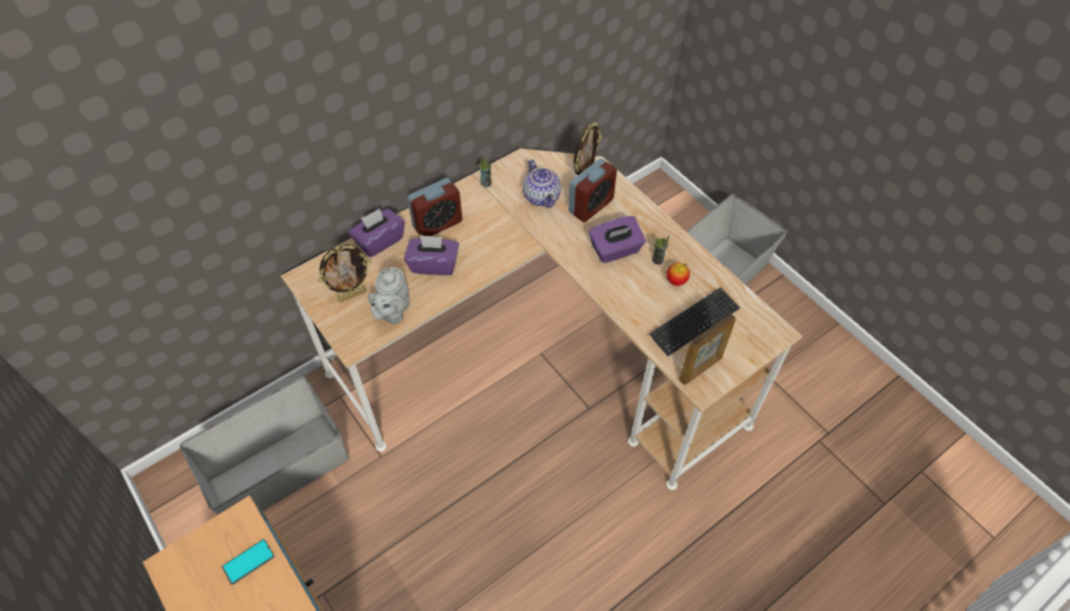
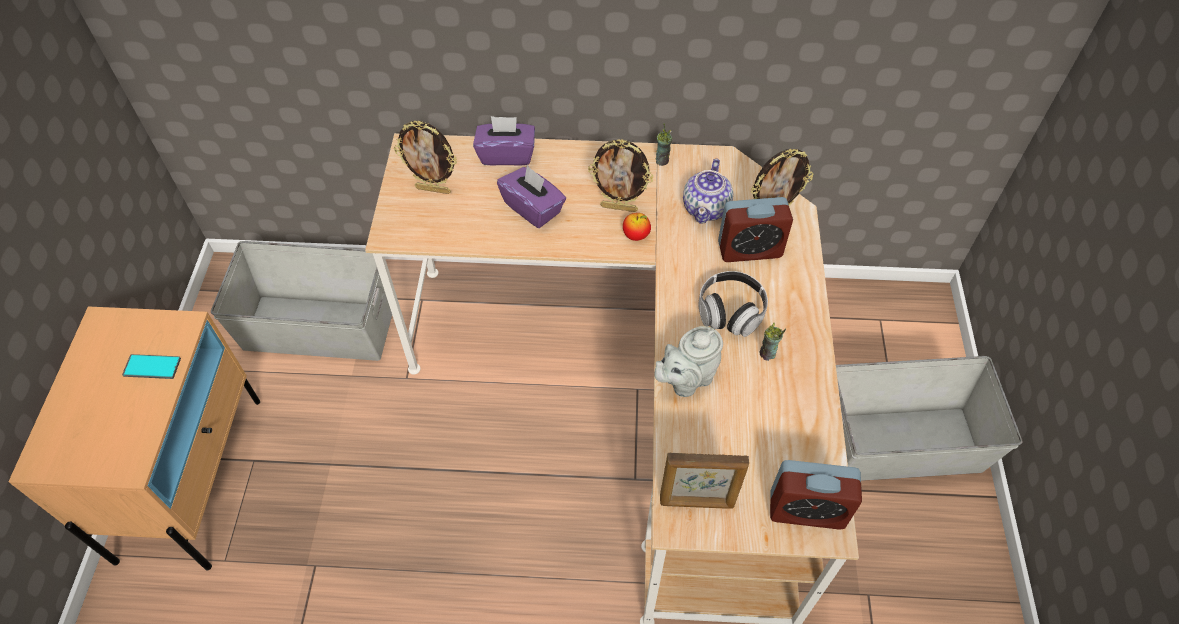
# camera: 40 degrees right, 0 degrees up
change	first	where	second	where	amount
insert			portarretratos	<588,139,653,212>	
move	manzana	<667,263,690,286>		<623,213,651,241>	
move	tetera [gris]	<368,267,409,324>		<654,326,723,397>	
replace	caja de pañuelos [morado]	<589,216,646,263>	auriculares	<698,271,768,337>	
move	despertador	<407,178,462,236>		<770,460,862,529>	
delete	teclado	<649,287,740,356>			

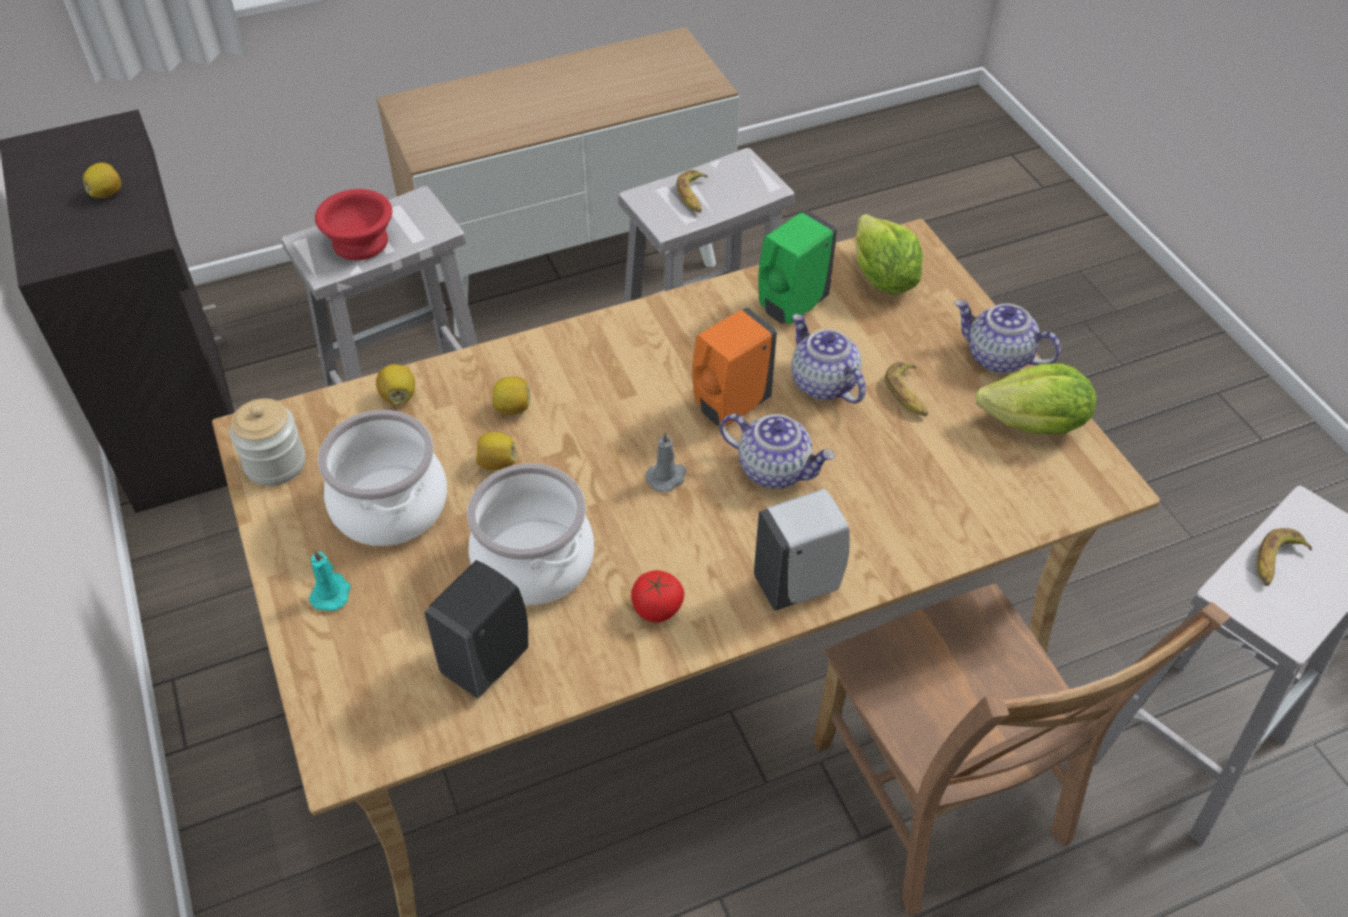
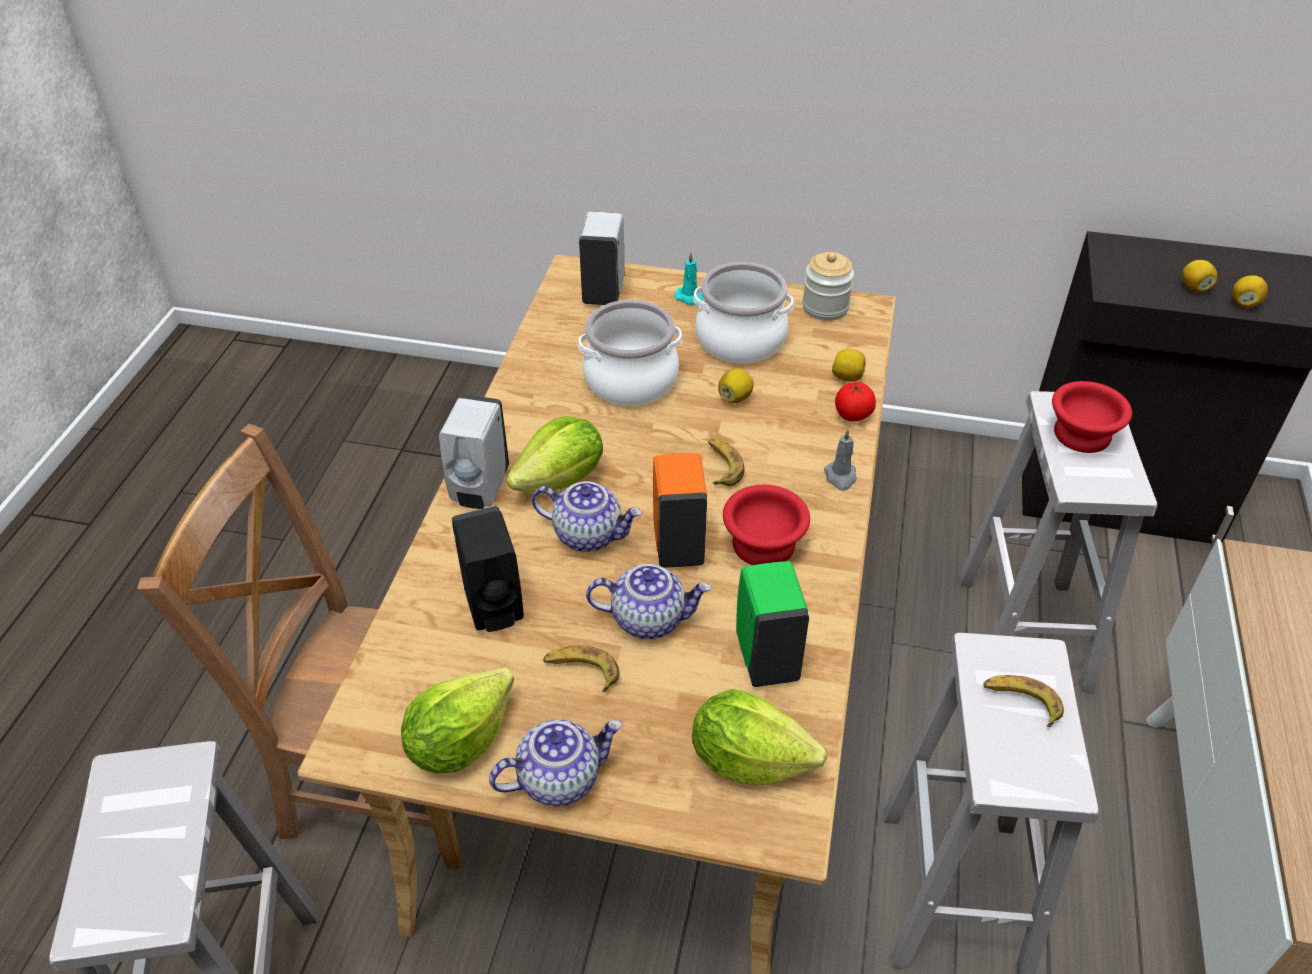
# camera: 125 degrees right, 5 degrees down
change	first	where	second	where	amount
move	dispensador de jabón [negro]	<424,560,528,698>		<452,506,524,632>	
insert			lechuga	<506,416,603,493>	
rotate	tetera	<720,414,835,489>		<532,481,642,552>	135 degrees counterclockwise
insert			dispensador de jabón [blanco]	<579,212,624,305>	
move	plátano	<1257,528,1312,586>		<708,439,745,486>	
insert			cuenco [rojo]	<723,485,810,565>	
move	vela [gris]	<646,431,687,492>		<824,429,857,491>	
move	tomate	<631,570,685,622>		<835,382,876,421>	
move	limón	<492,376,530,414>		<1232,275,1268,308>	

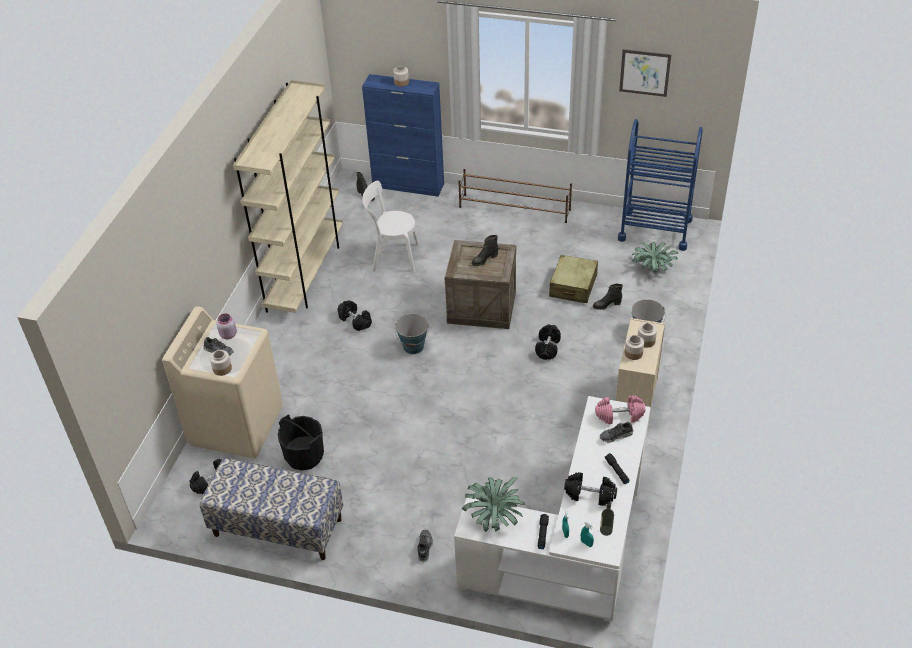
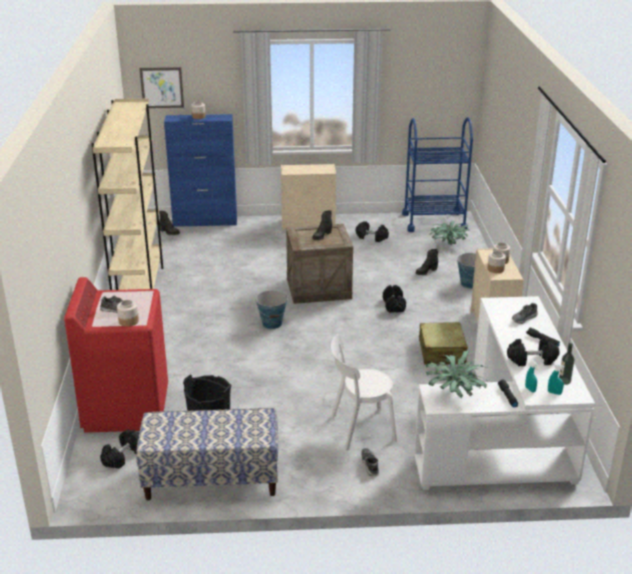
# camera: 20 degrees left, 15 degrees down
change	first	where	second	where	amount
recolor	lavadora [beis]	<162,306,283,458>	lavadora [rojo]	<64,277,168,433>	
move	cuadro	<619,49,671,97>		<139,67,184,108>	
replace	zapatero [marrón]	<458,169,572,223>	cómoda [beis]	<281,164,336,230>	
move	silla [blanco]	<362,181,419,273>		<331,334,397,450>	
move	mancuerna [negro]	<338,300,372,331>		<356,221,389,242>	
move	maleta [beis]	<549,255,598,303>		<419,322,467,364>	
delete	tarro [rosa]	<216,314,237,339>			
delete	mancuerna [rosa]	<595,396,645,424>			

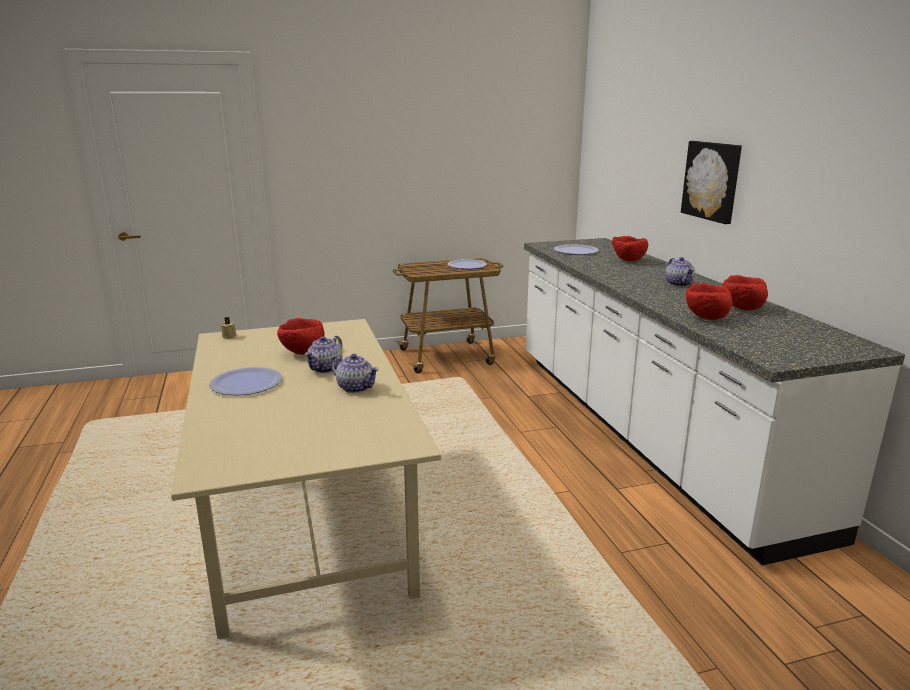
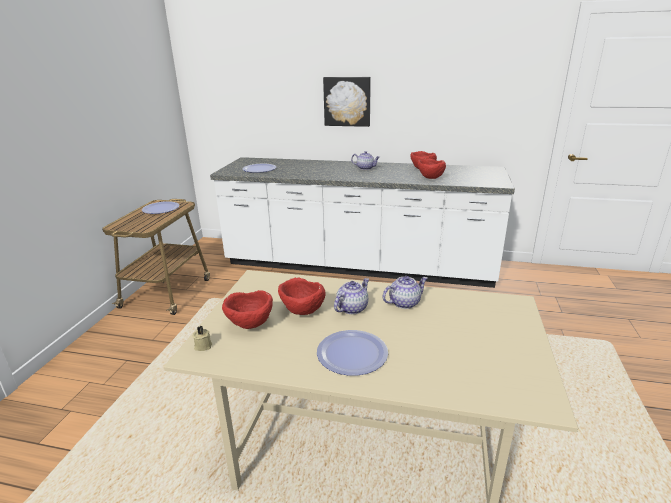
# camera: 60 degrees left, 5 degrees up
change	first	where	second	where	amount
move	cuenco [rojo]	<612,236,648,261>		<222,290,273,329>	
rotate	tetera	<305,336,342,373>		<334,278,369,314>	105 degrees counterclockwise

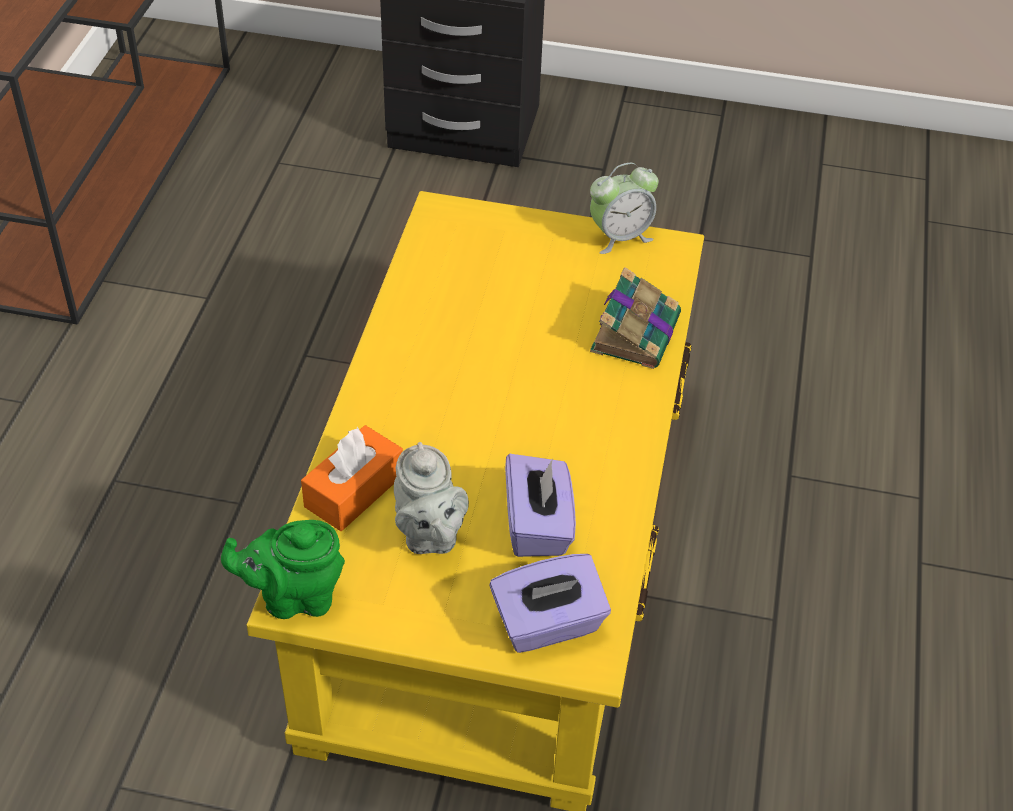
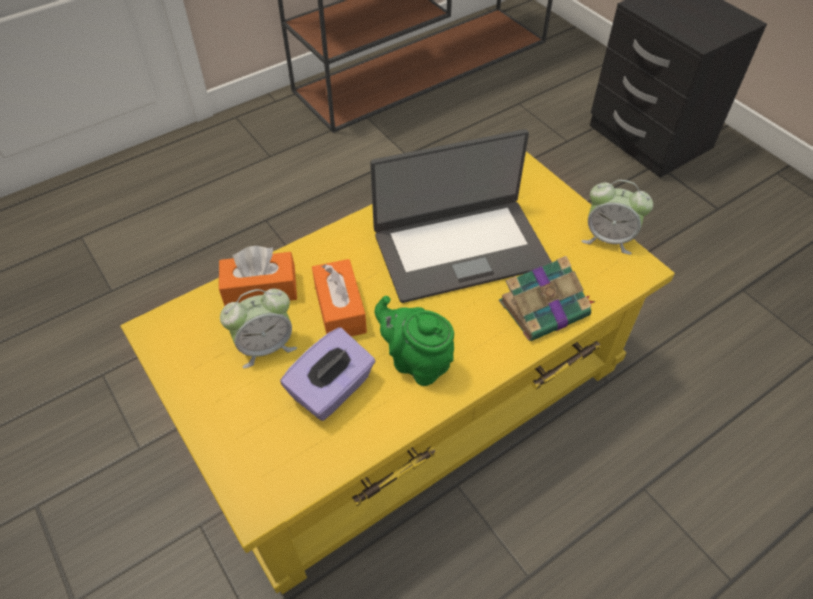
# camera: 45 degrees right, 5 degrees up
change	first	where	second	where	amount
replace	tetera [gris]	<394,442,469,554>	despertador	<220,289,297,368>	
insert			caja de pañuelos [naranja]	<312,259,367,336>	
insert			portátil	<370,129,552,303>	
move	tetera [verde]	<221,520,345,619>		<374,296,454,386>	
delete	caja de pañuelos [morado]	<489,554,611,653>			

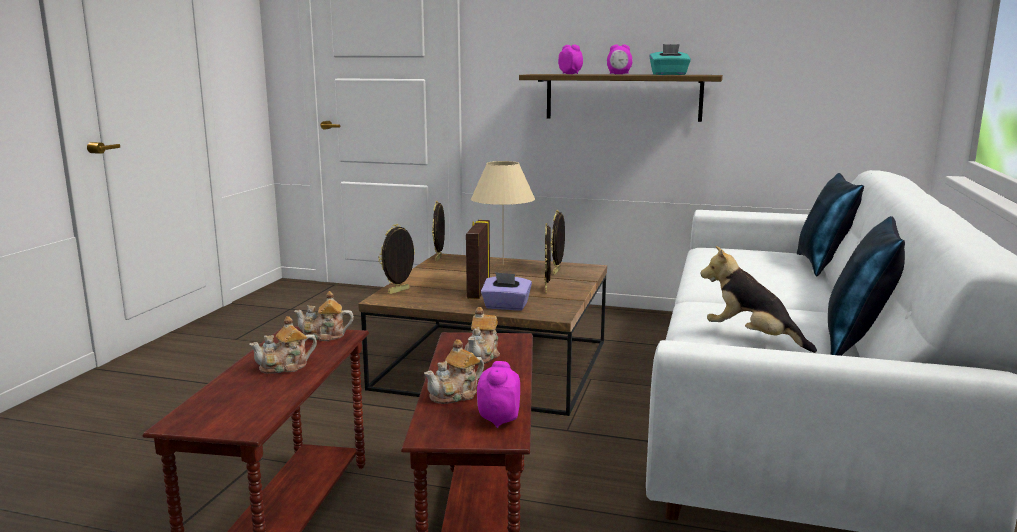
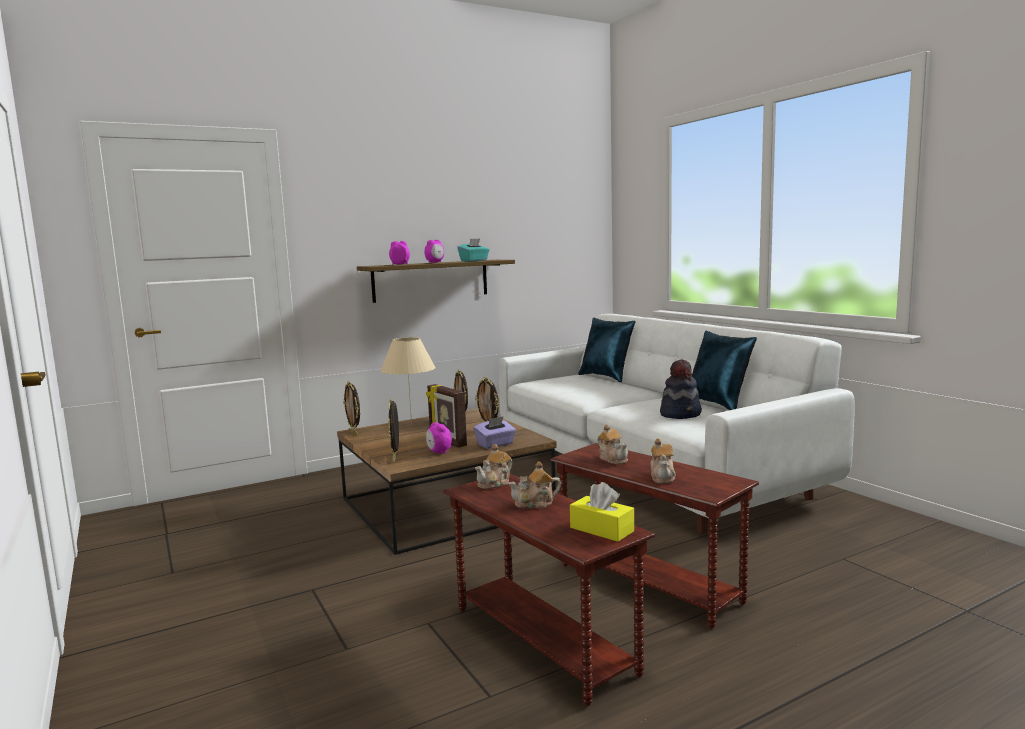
# camera: 45 degrees left, 5 degrees down
change	first	where	second	where	amount
move	despertador	<477,361,520,428>		<426,422,452,454>	
rotate	tetera	<249,316,317,374>		<508,461,561,509>	60 degrees clockwise
insert			caja de pañuelos [amarillo]	<570,482,634,542>	
replace	peluche	<701,246,817,353>	sombrero	<660,359,702,419>	

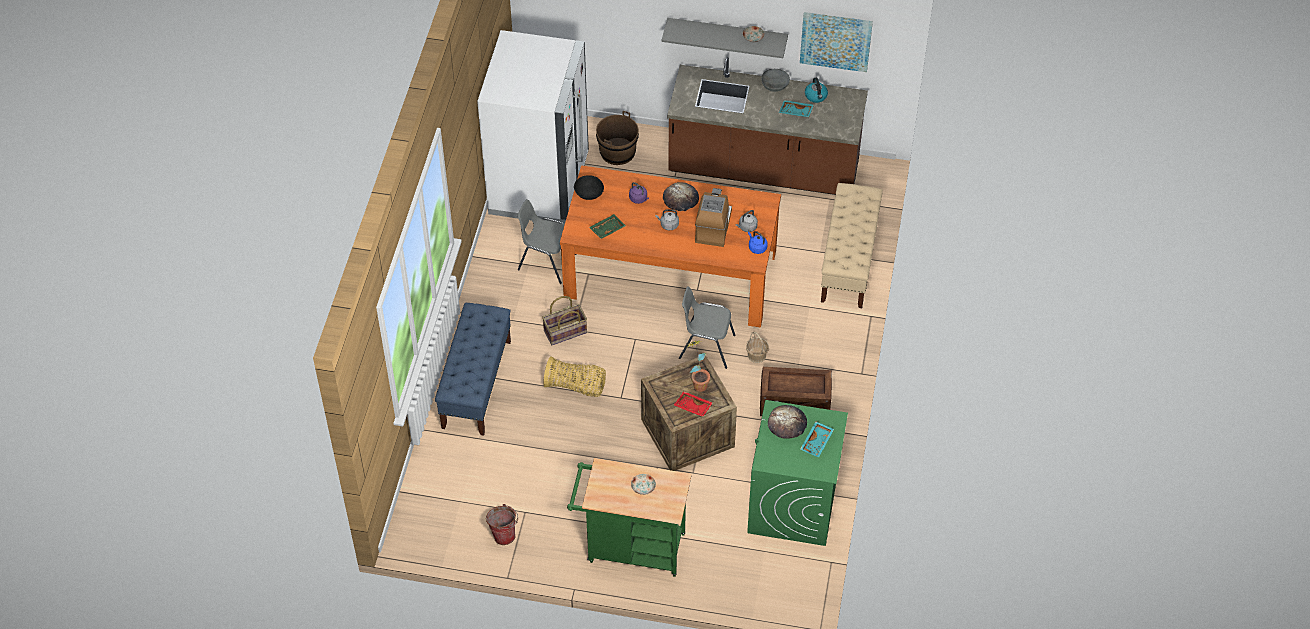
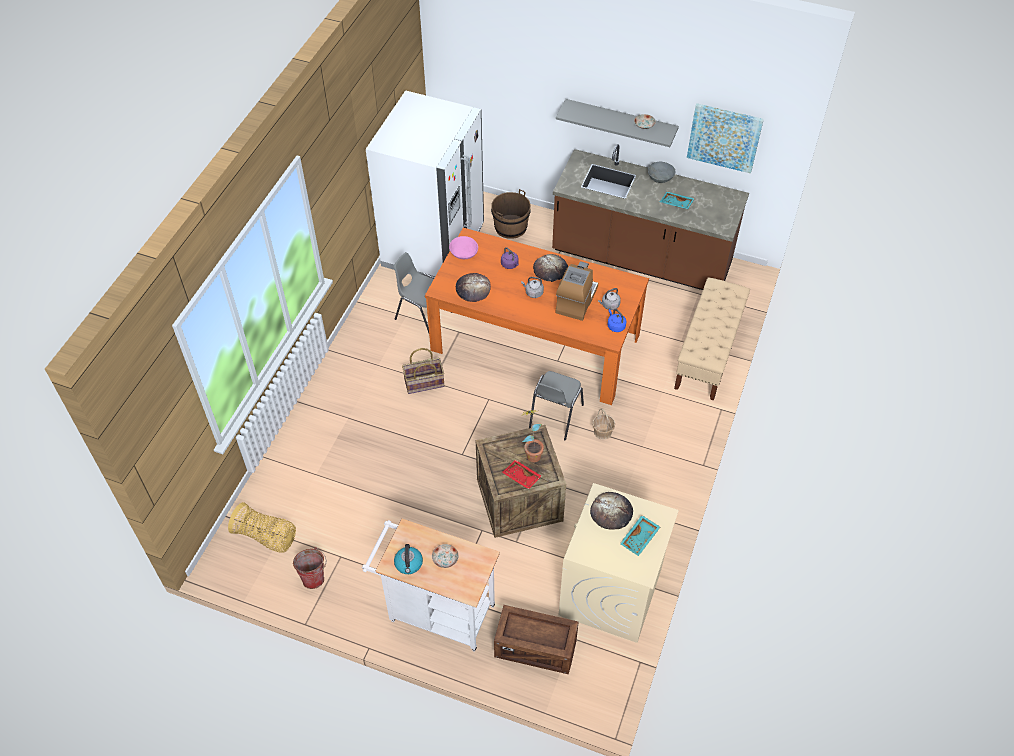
# camera: 10 degrees right, 0 degrees up
change	first	where	second	where	amount
move	cesta	<544,356,606,397>		<228,502,296,553>	
recolor	carrito [verde]	<567,458,692,577>	carrito [blanco]	<362,519,500,652>	
move	hervidor	<805,78,828,103>		<394,544,423,574>	
recolor	cuenco [negro]	<574,175,604,200>	cuenco [rosa]	<449,236,478,259>	
replace	bandeja [verde]	<589,214,626,239>	pan	<456,273,491,302>	
move	caja de embalaje	<760,367,832,416>		<494,605,578,674>	
rotate	silla [gris]	<679,287,735,369>		<529,371,584,441>	90 degrees counterclockwise
recolor	lavadora [verde]	<747,400,848,546>	lavadora [beis]	<559,483,679,643>	
delete	banco [azul]	<435,303,511,436>			

